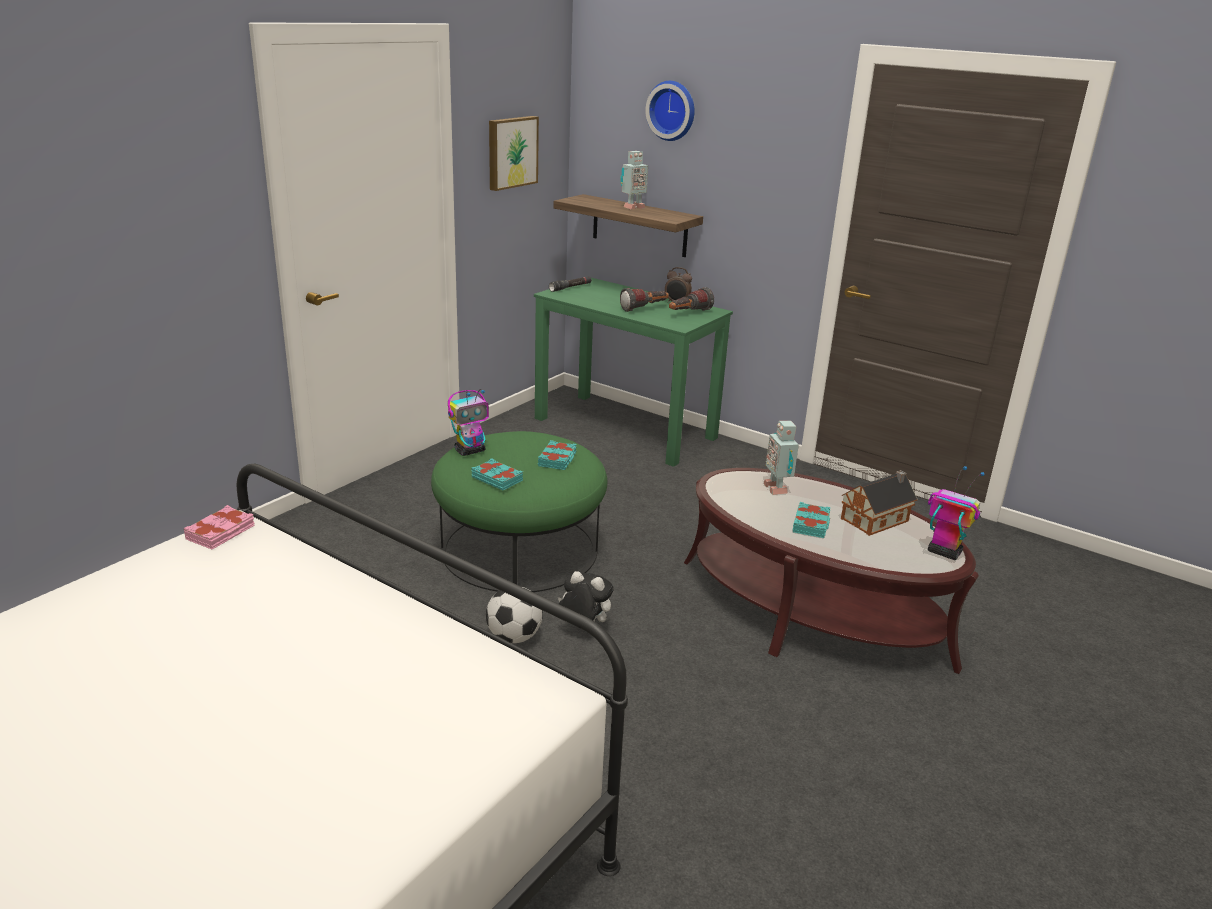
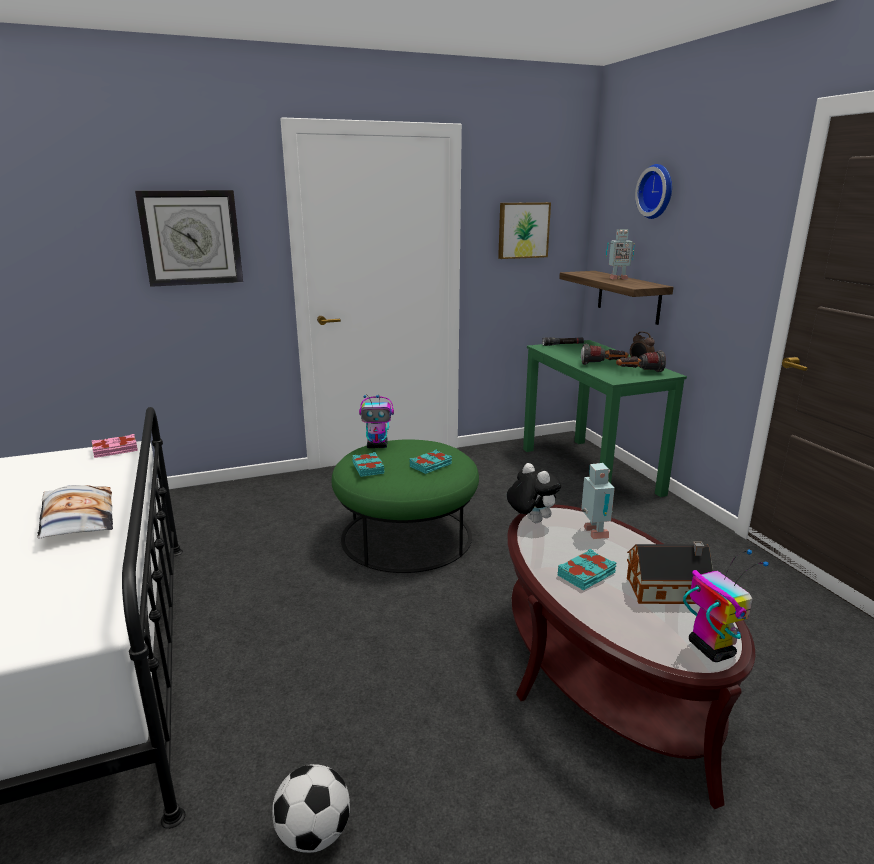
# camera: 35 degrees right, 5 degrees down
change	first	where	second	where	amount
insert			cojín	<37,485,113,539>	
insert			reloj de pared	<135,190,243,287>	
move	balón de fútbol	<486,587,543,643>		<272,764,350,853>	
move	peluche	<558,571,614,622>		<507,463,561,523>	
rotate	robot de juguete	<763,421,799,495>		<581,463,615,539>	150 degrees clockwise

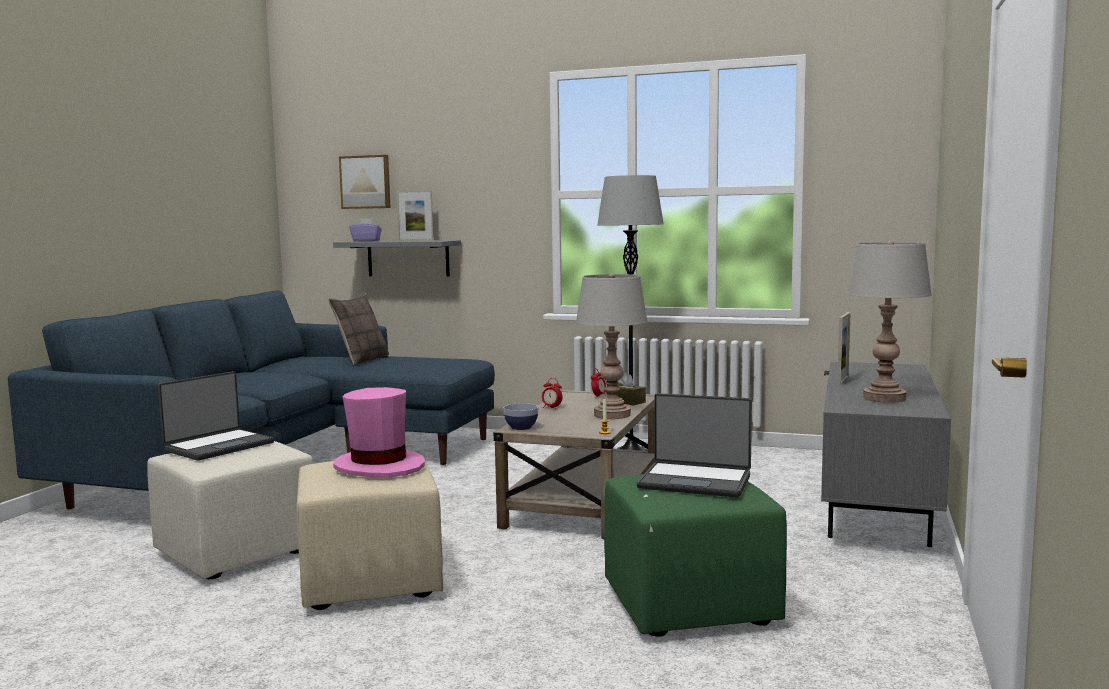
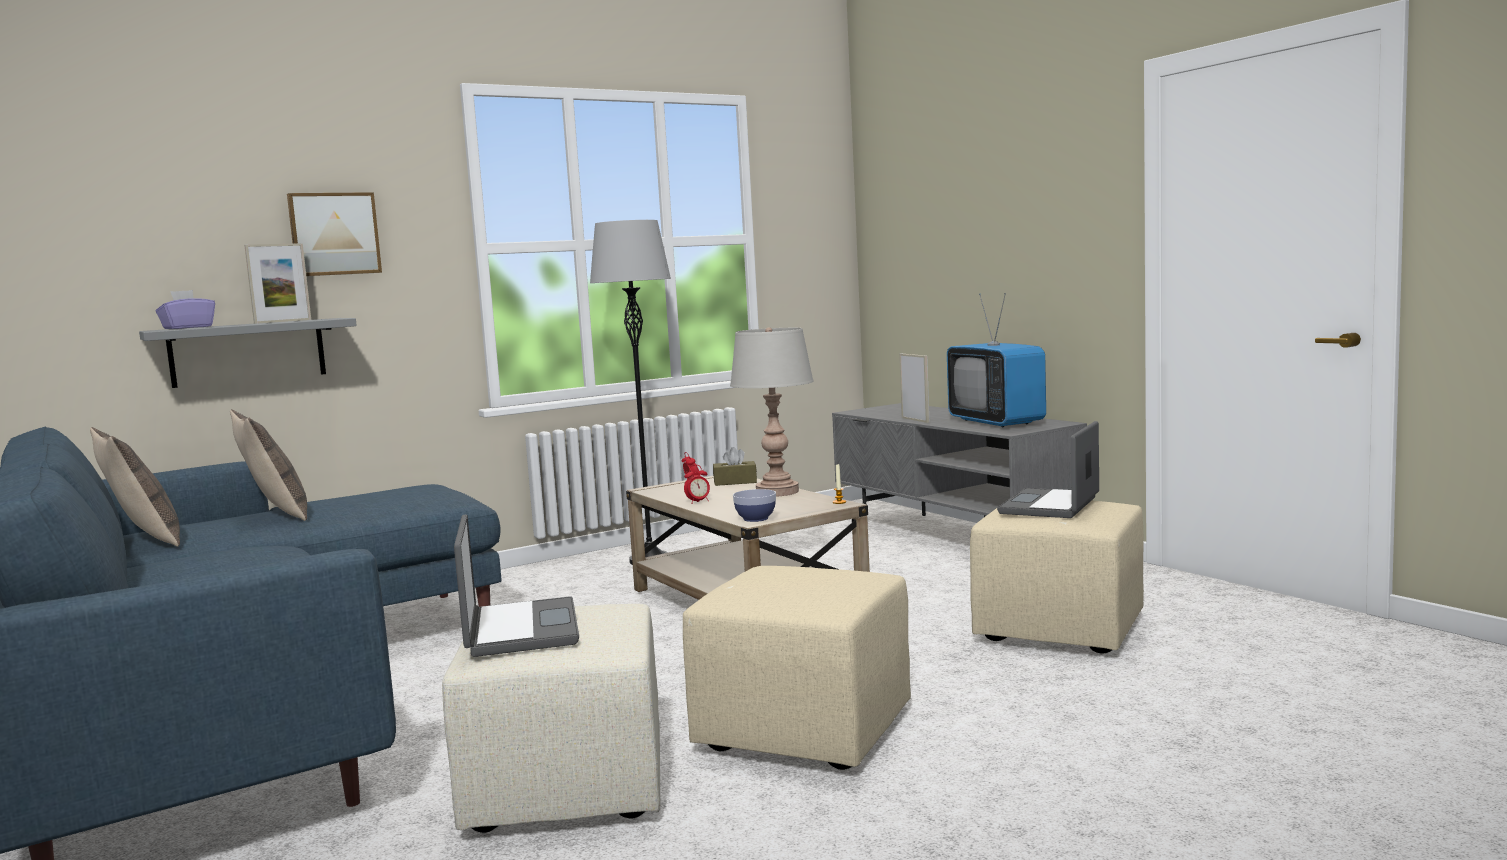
# camera: 50 degrees left, 0 degrees up
change	first	where	second	where	amount
insert			cojín	<90,427,180,547>	
move	cuadro	<339,155,390,209>		<287,192,382,276>	
replace	lámpara de mesa [gris]	<847,241,932,403>	televisor	<947,293,1046,427>	
recolor	puf [verde]	<604,474,787,637>	puf [beis]	<970,501,1144,654>	
rotate	portátil	<637,393,752,497>		<997,421,1099,518>	150 degrees clockwise
delete	sombrero [rosa]	<333,387,425,478>			

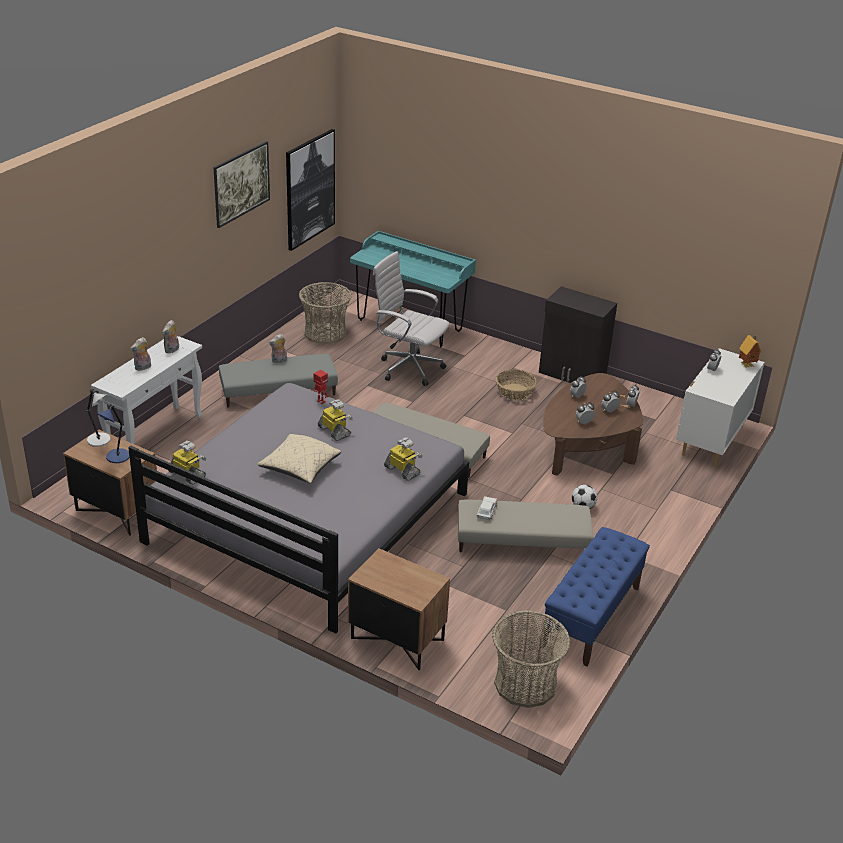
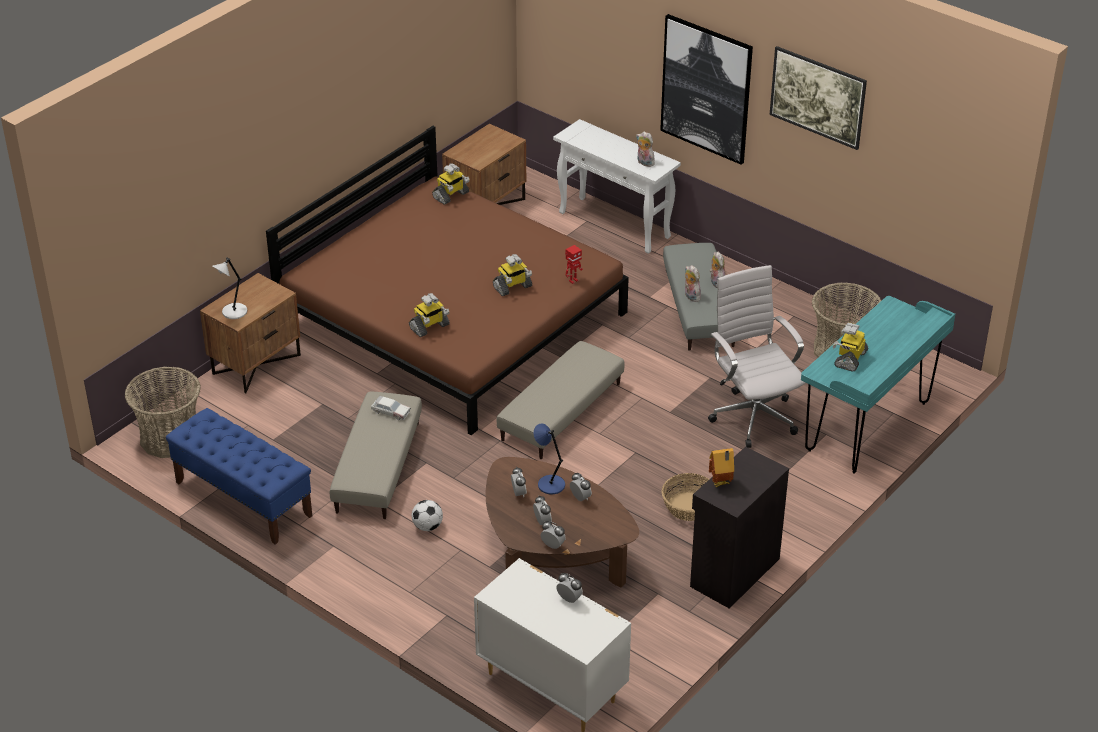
# camera: 100 degrees right, 5 degrees up
change	first	where	second	where	amount
move	lámpara de mesa [gris]	<86,389,111,447>		<212,257,247,319>	
recolor	cama [gris]	<128,383,469,634>	cama [marrón]	<266,126,629,435>	
move	lámpara de mesa [azul]	<97,405,130,463>		<534,424,565,494>	
move	cuadro	<286,129,335,251>		<660,14,753,165>	
move	peluche	<130,337,151,371>		<685,265,701,302>	
rotate	silla de oficina [blanco]	<373,251,450,386>		<708,265,805,448>	60 degrees counterclockwise
move	casita	<739,335,761,368>		<709,448,734,487>	
insert			robot de juguete	<833,322,868,372>	
delete	cojín [beis]	<258,434,341,483>			

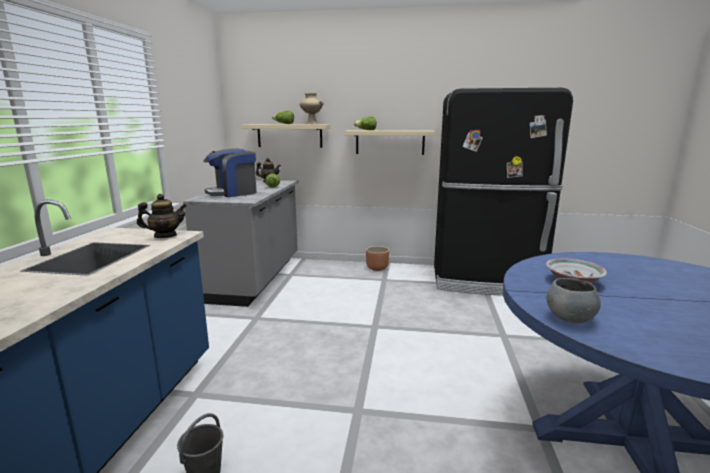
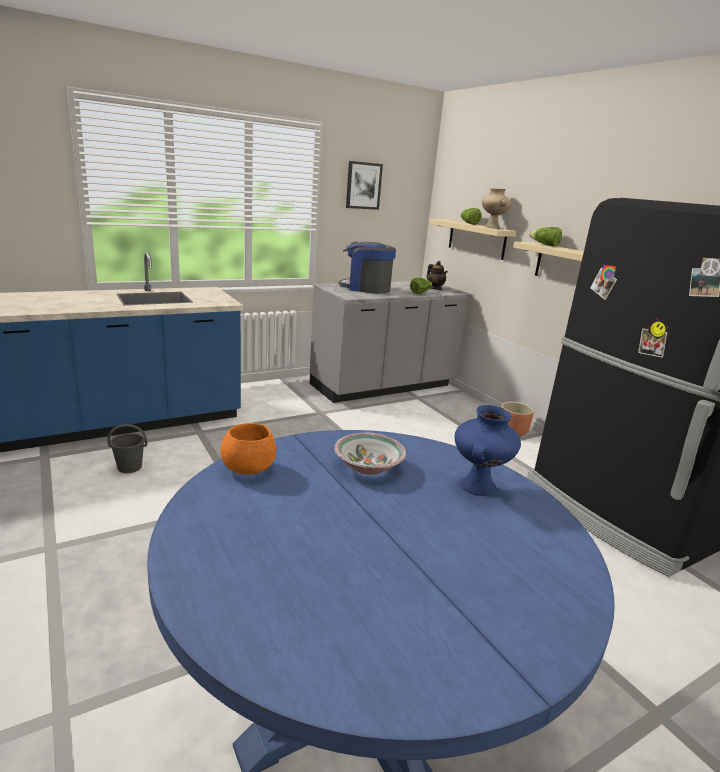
# camera: 50 degrees right, 5 degrees up
change	first	where	second	where	amount
recolor	cuenco [gris]	<546,278,601,323>	cuenco [naranja]	<221,423,276,475>	
insert			cuadro	<346,161,383,210>	
insert			florero [azul]	<455,405,521,496>	
delete	tetera	<137,194,187,238>			

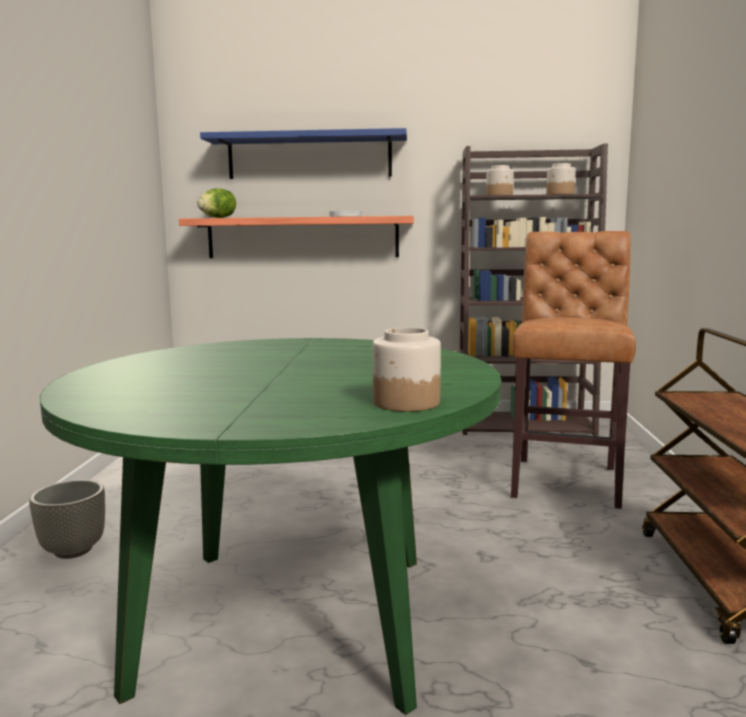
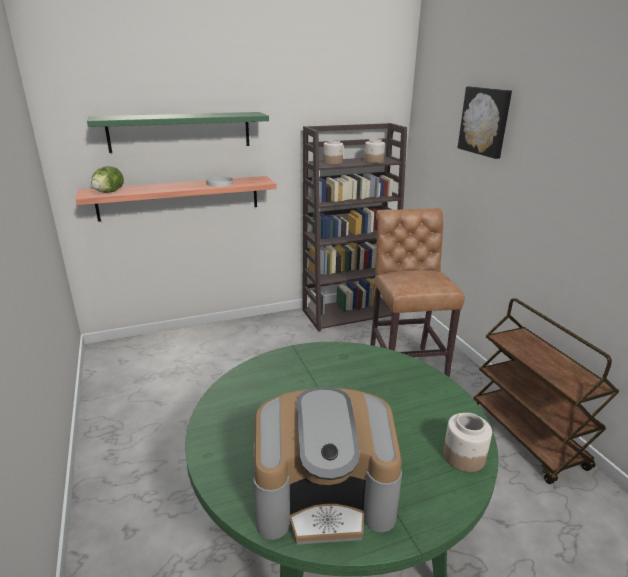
# camera: 25 degrees left, 15 degrees up
change	first	where	second	where	amount
recolor	estante [azul]	<200,128,407,179>	estante [verde]	<87,112,269,153>	
insert			cafetera	<253,387,402,545>	
insert			cuadro	<458,87,512,159>	
delete	maceta [gris]	<29,480,105,559>			

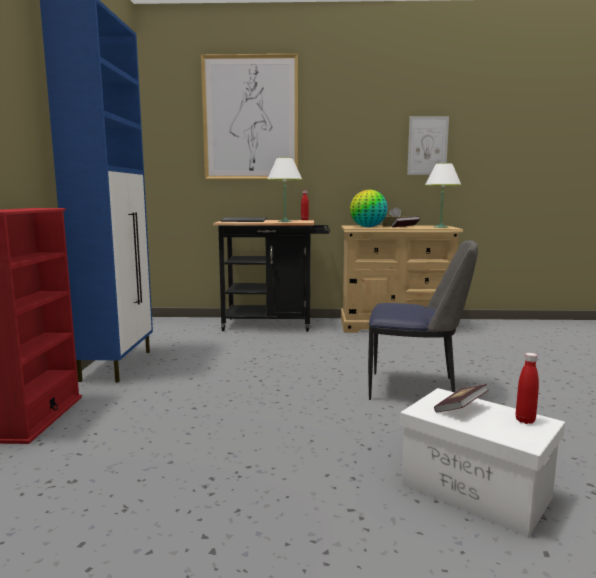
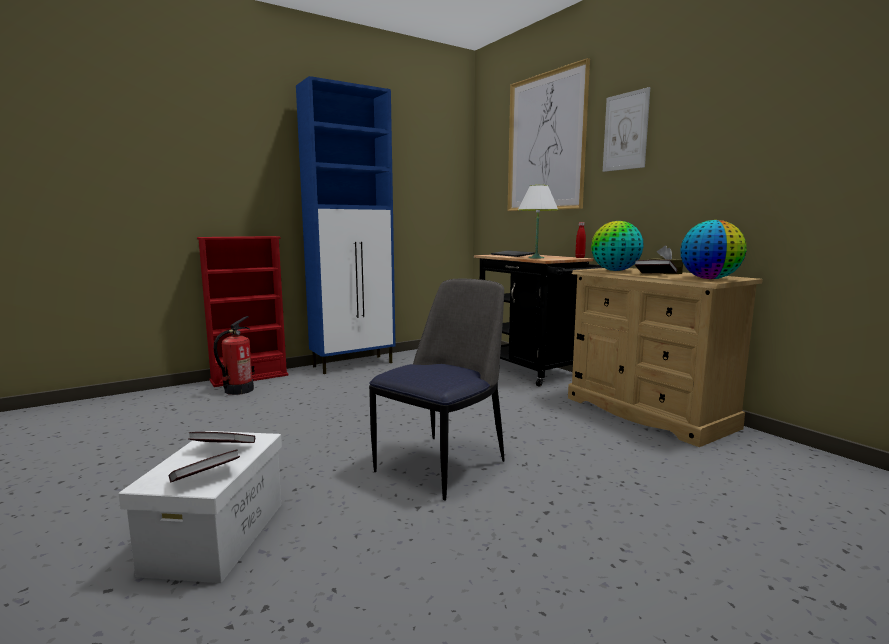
# camera: 55 degrees right, 0 degrees up
change	first	where	second	where	amount
replace	botella [rojo]	<516,353,539,424>	libro	<169,449,240,482>	
insert			extintor	<213,316,254,395>	
rotate	silla	<368,240,478,400>		<369,279,504,501>	120 degrees counterclockwise
move	cuadro	<407,116,449,175>		<603,87,650,172>	
replace	lámpara de mesa [blanco]	<425,163,461,228>	globo terráqueo	<680,220,747,279>	

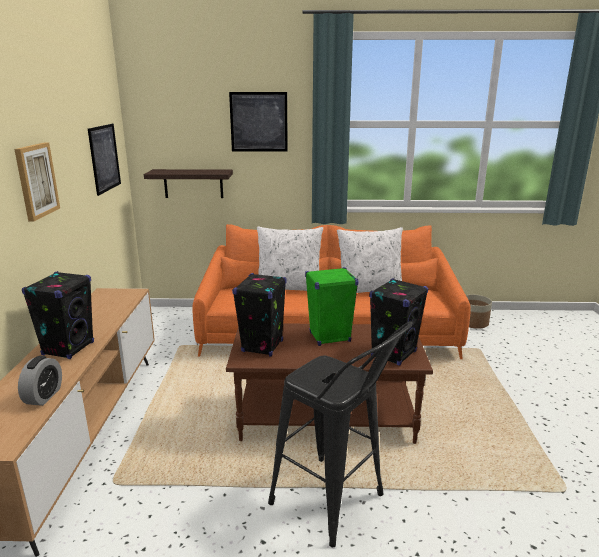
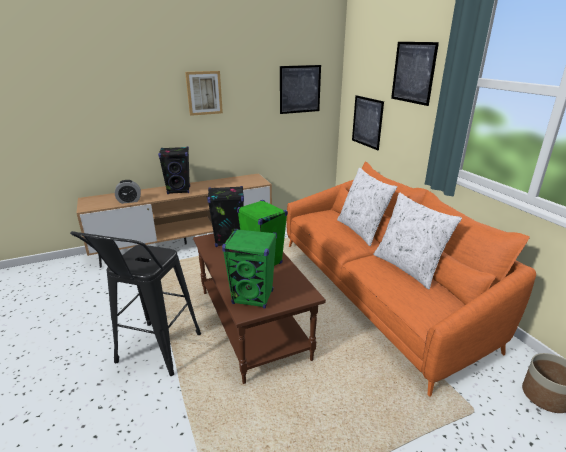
# camera: 65 degrees right, 5 degrees up
change	first	where	second	where	amount
recolor	altavoz [negro]	<369,278,428,366>	altavoz [verde]	<222,229,277,308>	
replace	estante	<144,169,233,198>	cuadro	<352,95,384,150>	

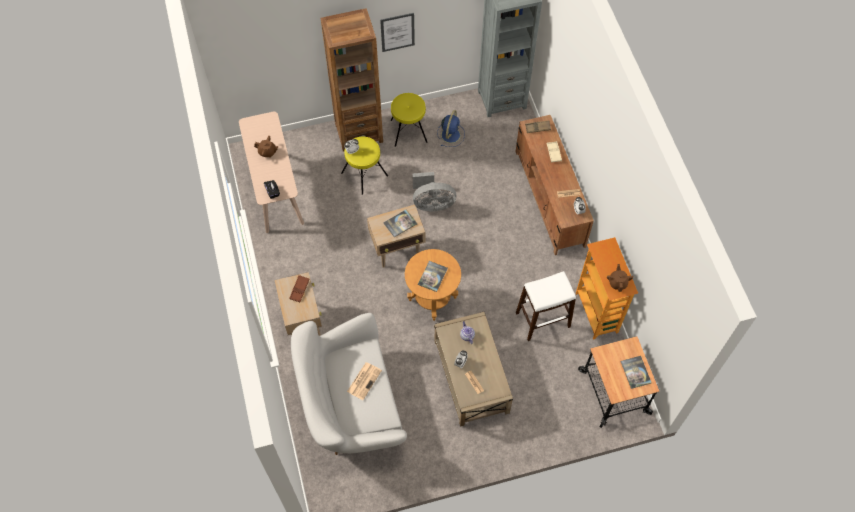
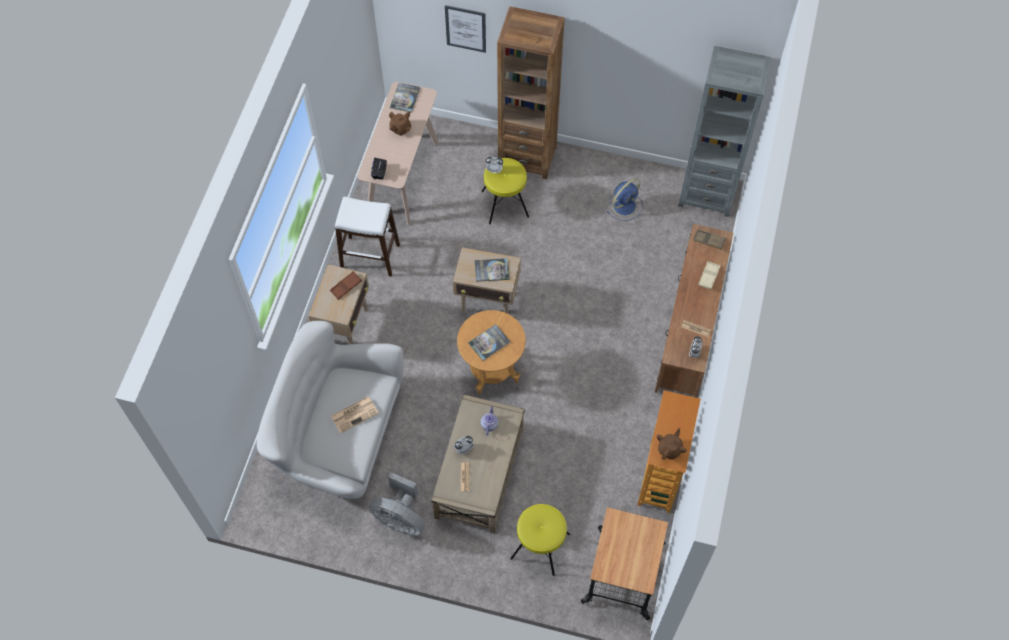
# camera: 30 degrees right, 0 degrees up
change	first	where	second	where	amount
move	taburete [blanco]	<516,271,576,341>		<335,197,400,277>	
move	ventilador [gris]	<413,172,456,211>		<369,472,425,536>	
move	libro	<621,356,652,389>		<390,83,420,113>	
move	cuadro	<380,13,415,52>		<445,5,486,53>	
move	taburete [amarillo]	<390,93,428,147>		<510,504,570,576>	

